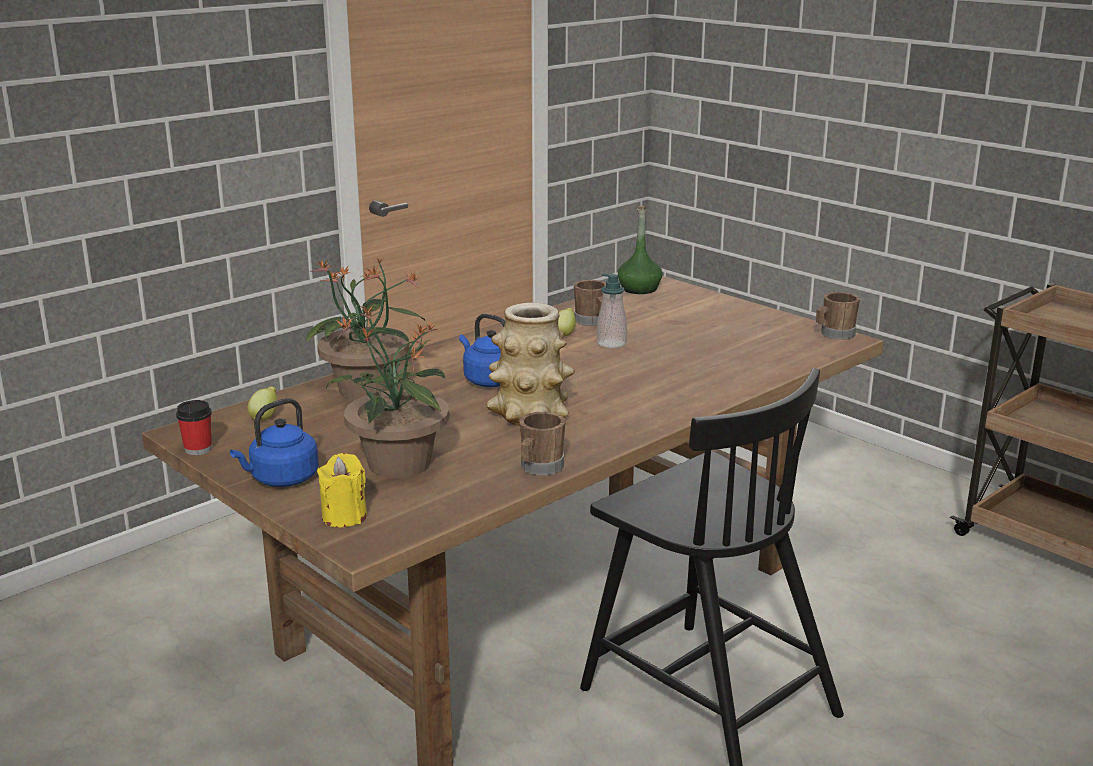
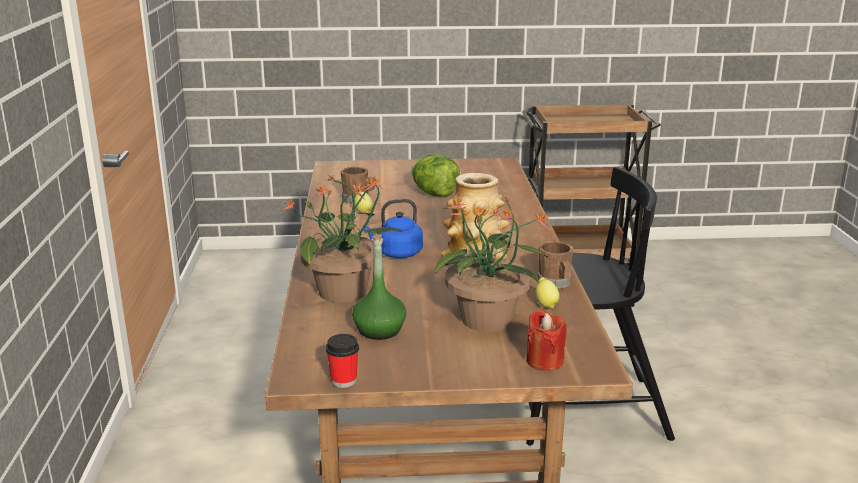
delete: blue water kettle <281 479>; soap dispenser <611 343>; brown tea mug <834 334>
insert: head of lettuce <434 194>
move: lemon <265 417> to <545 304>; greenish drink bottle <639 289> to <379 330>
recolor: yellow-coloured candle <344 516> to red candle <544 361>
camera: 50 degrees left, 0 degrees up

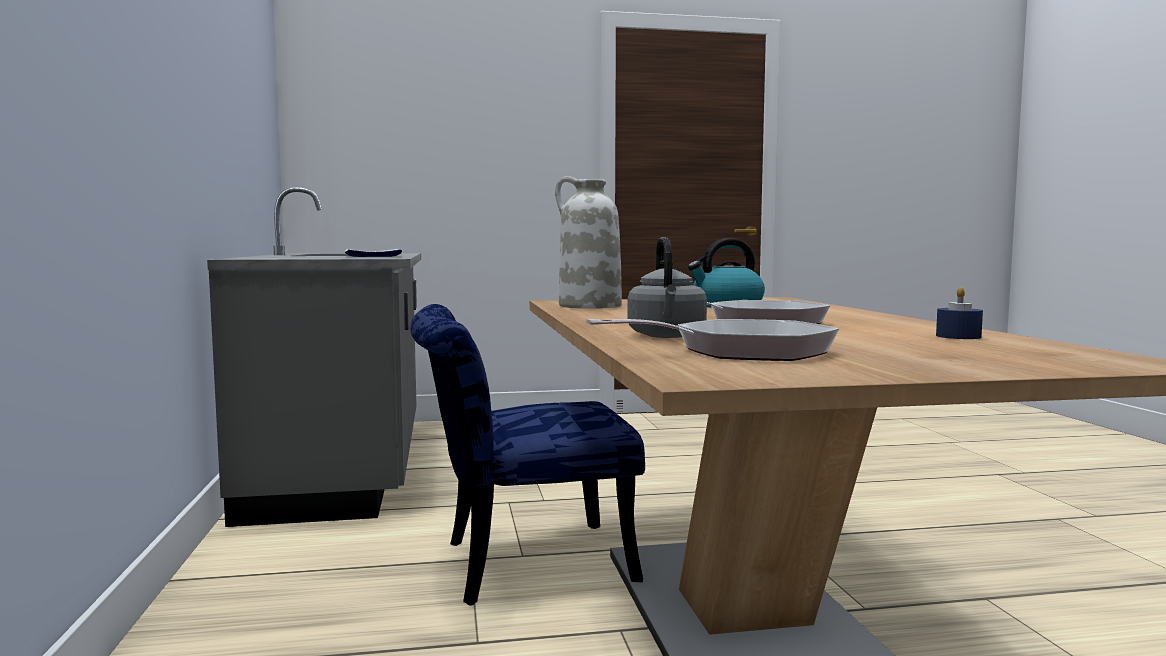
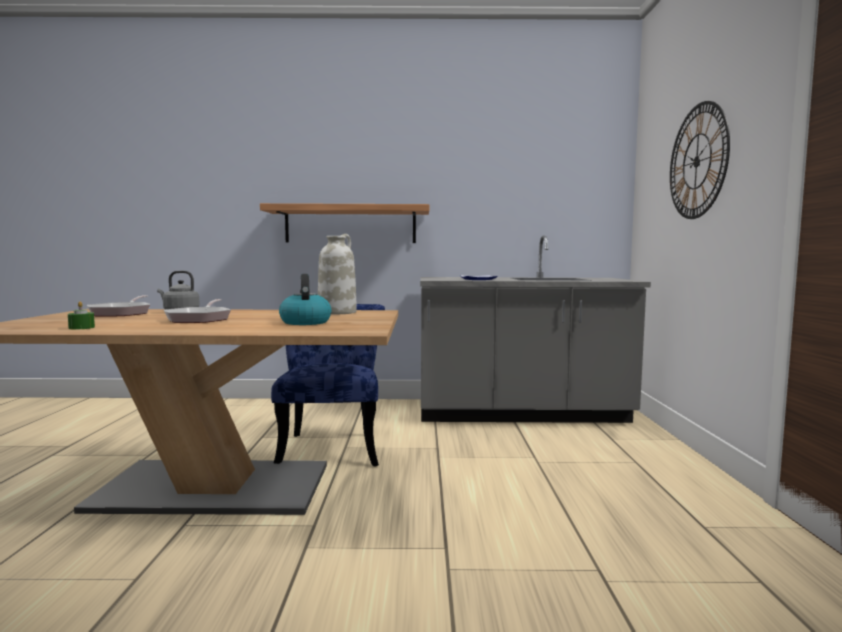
insert: shelf <350 225>; wall clock <697 161>
recolor: blue candle <958 336> to greenish candle <81 328>
camera: 100 degrees right, 0 degrees up

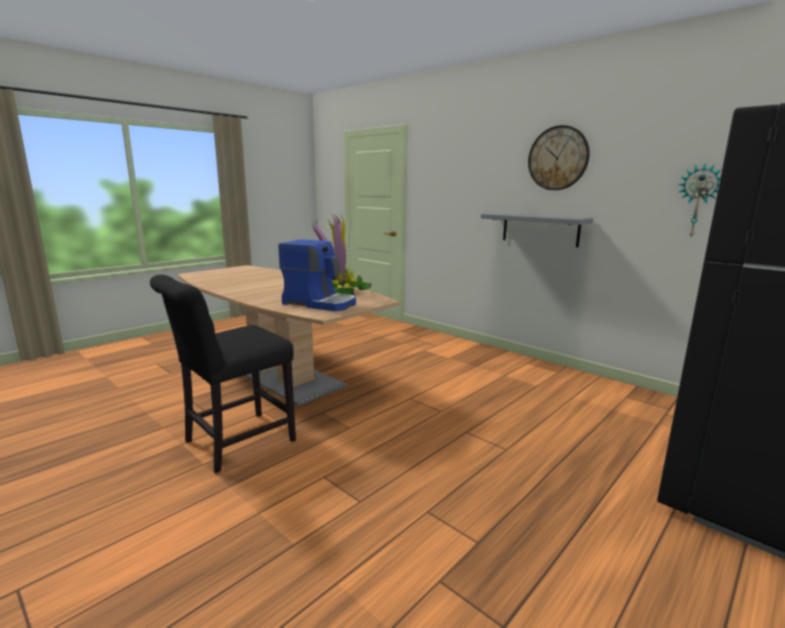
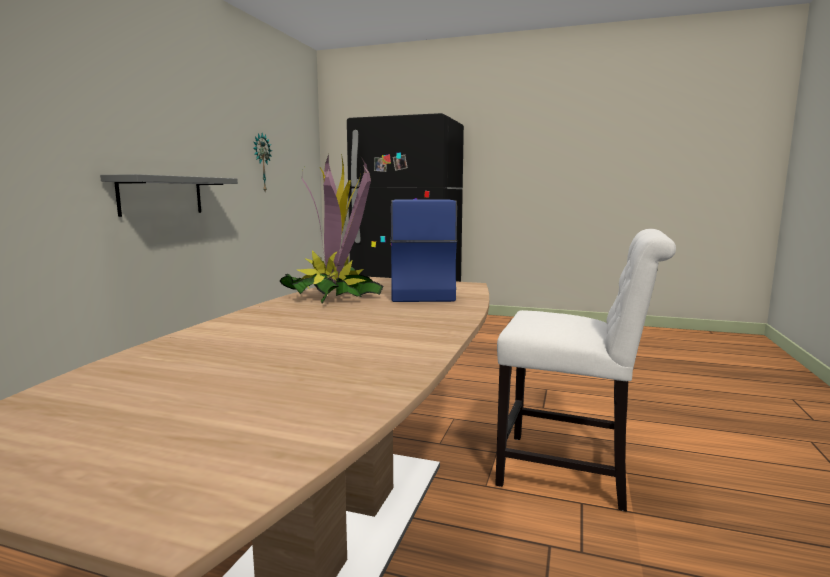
delete: wall clock <558 158>
recolor: black-coloured plain chair <234 443> to white plain chair <572 472>
camera: 115 degrees left, 5 degrees down

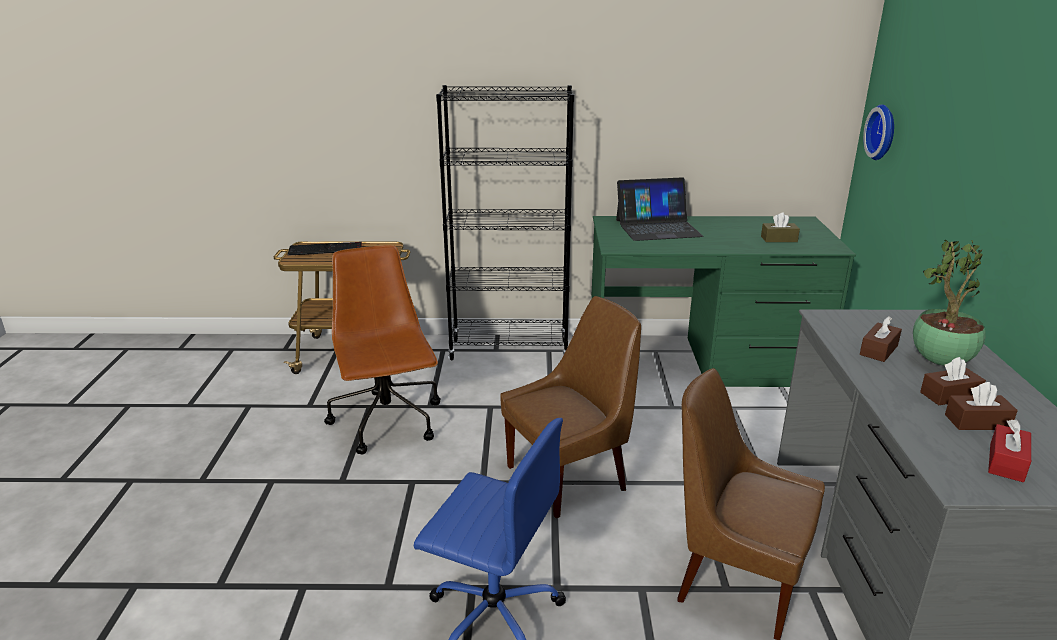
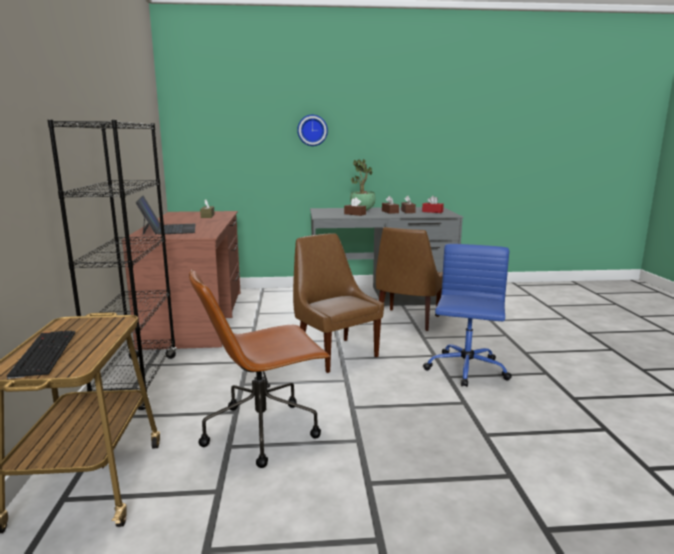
move: wall clock <883 132> to <312 130>
recolor: greenish desk <702 362> to brown desk <196 317>
camera: 95 degrees left, 10 degrees down

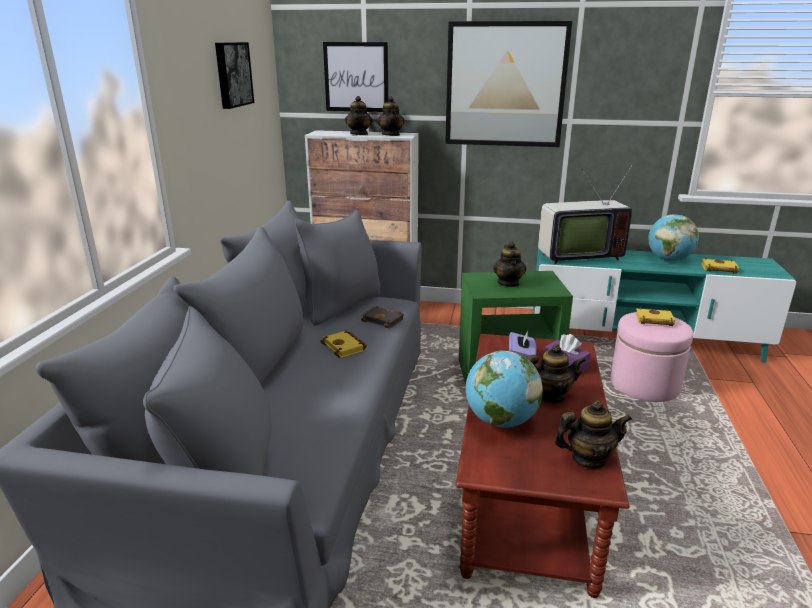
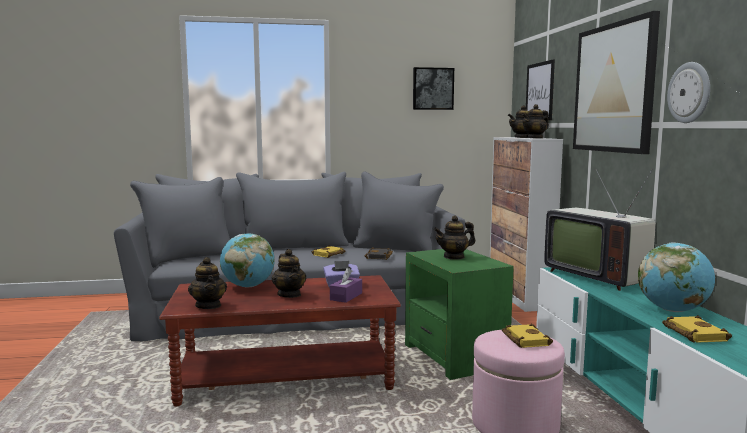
insert: wall clock <689 92>
camera: 70 degrees right, 15 degrees down

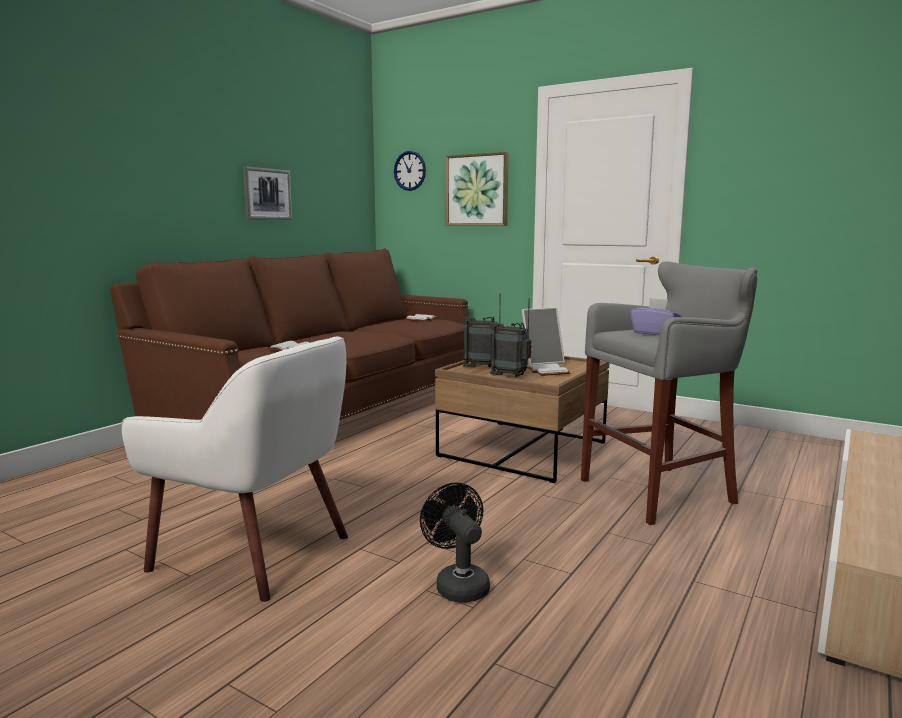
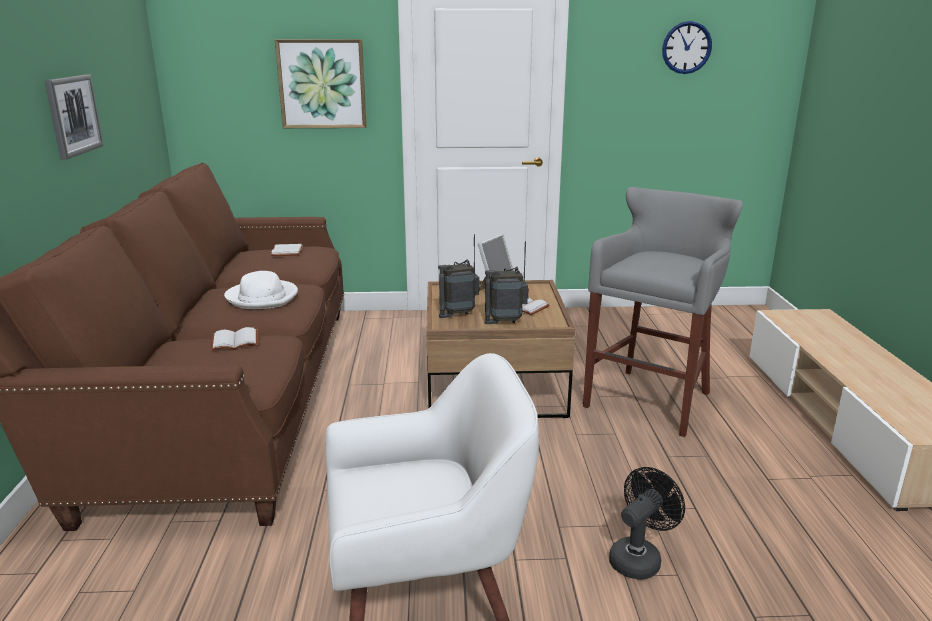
delete: purple box of tissues <654 333>
insert: white clothing hat <263 297>
move: wall clock <410 171> to <686 47>
rotate: black-coloured fan <458 584> = <639 558> 105 degrees clockwise
camera: 35 degrees left, 10 degrees up

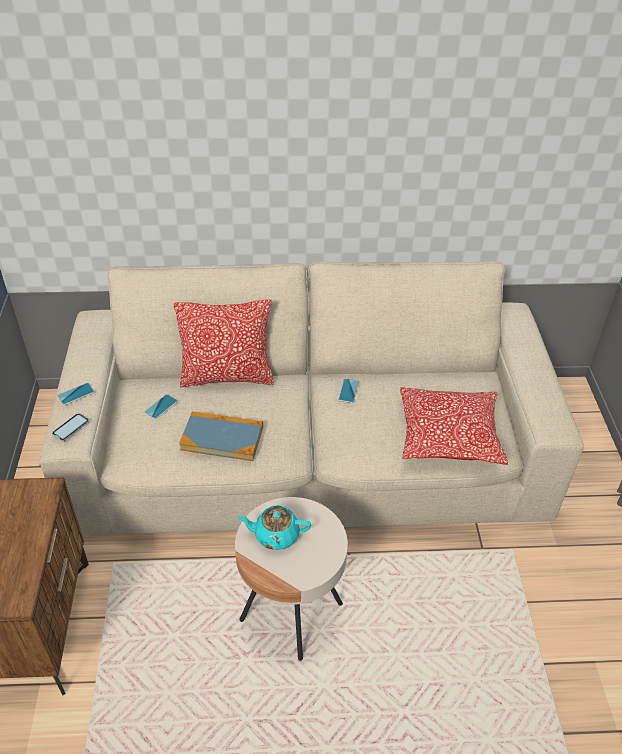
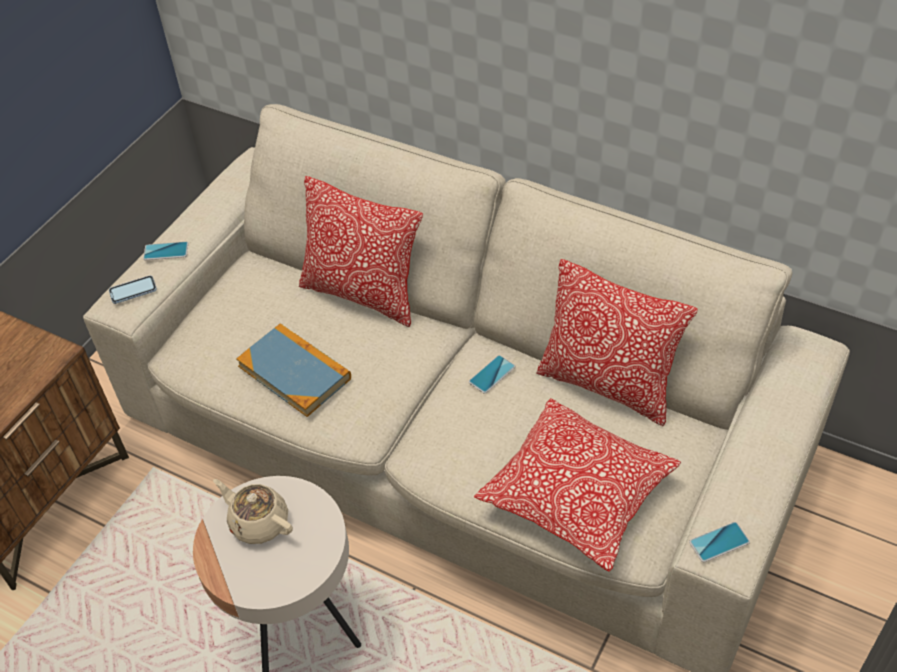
insert: cushion <607 385>
move: telephone <161 407> to <719 542>
recolor: turquoise pot for tea <275 535> to beige-coloured pot for tea <258 522>
camera: 35 degrees right, 5 degrees up

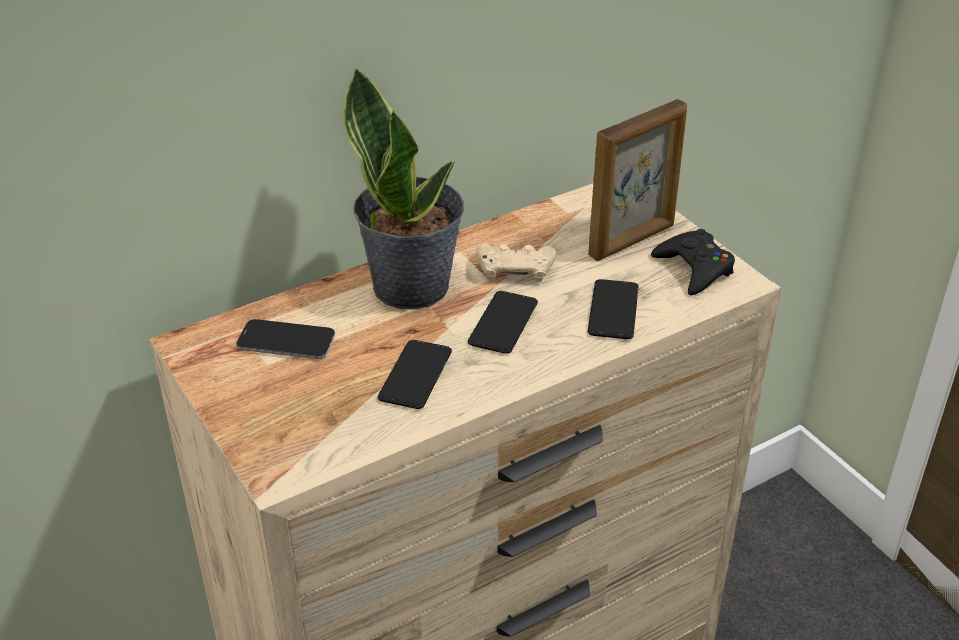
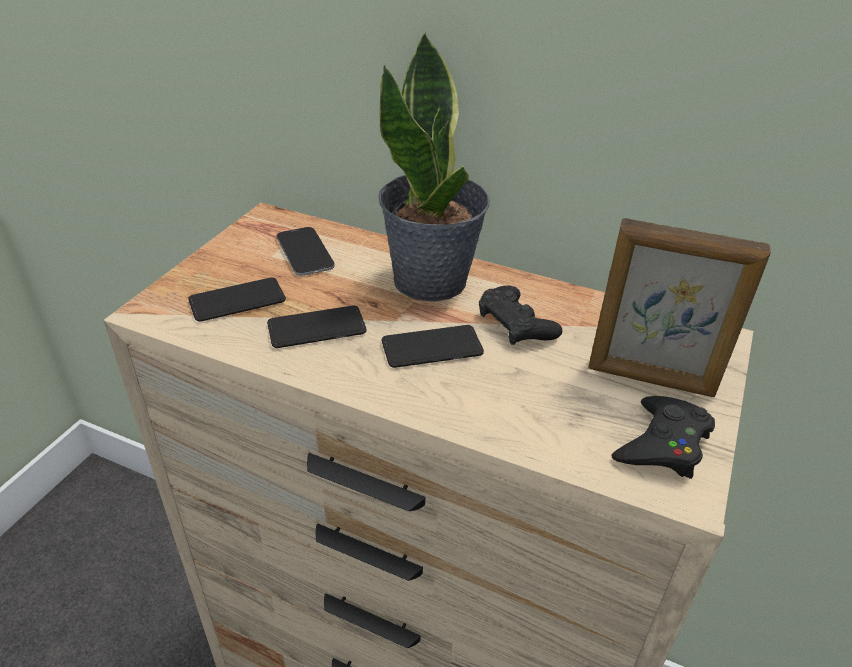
move: telephone <613 310> to <237 301>
recolor: beige-coloured gamepad <515 269> to black-coloured gamepad <516 324>
camera: 55 degrees right, 0 degrees up

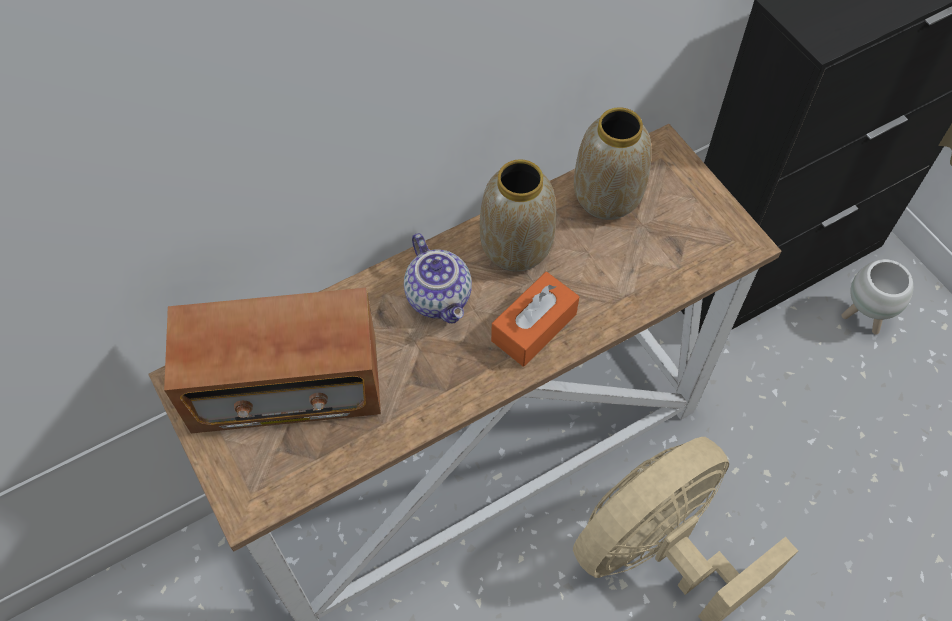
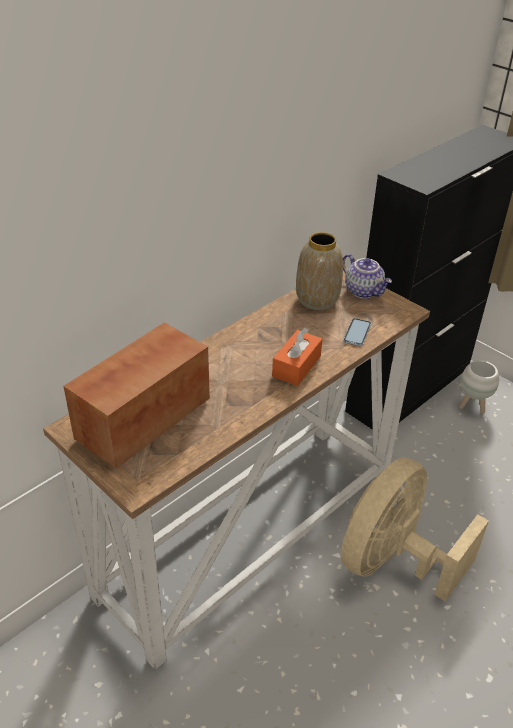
delete: decorative vase <517 247>
insert: telephone <357 332>
move: pot for tea <440 297> to <364 291>
rotate: radio receiver <286 386> = <143 420> 150 degrees clockwise
camera: 15 degrees left, 20 degrees down

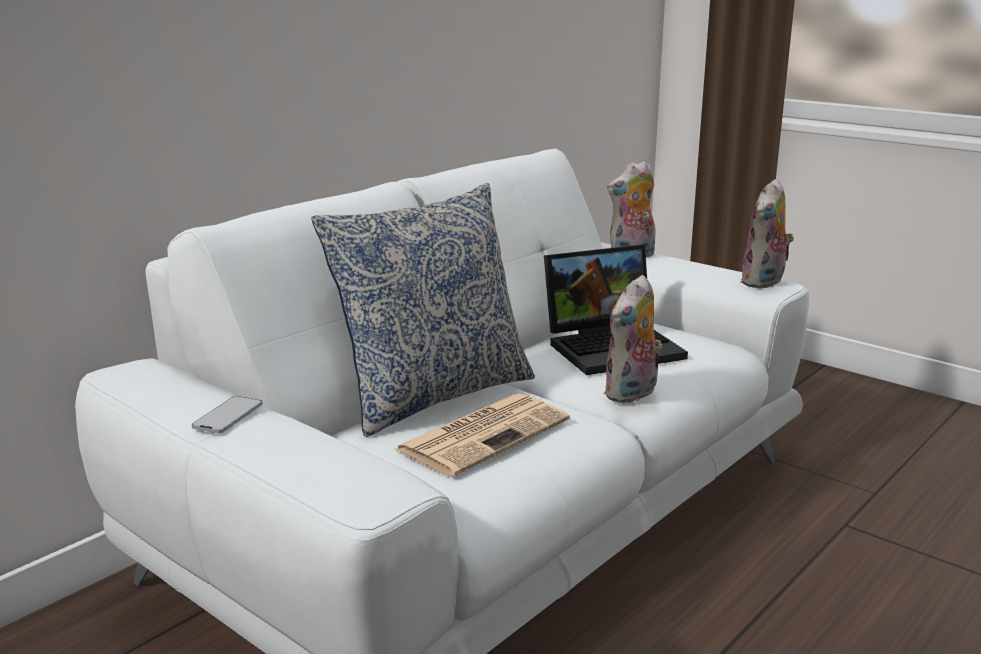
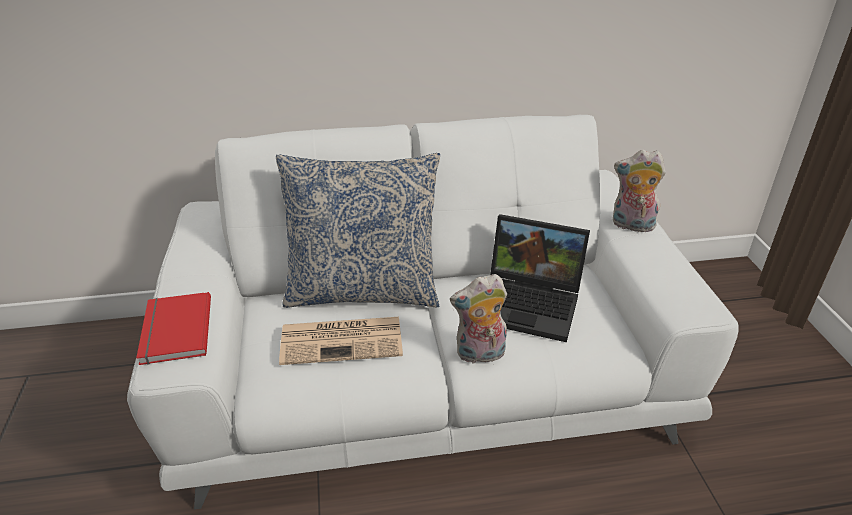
delete: telephone <228 416>; plush toy <764 282>
insert: red book <173 331>
camera: 40 degrees right, 15 degrees up

